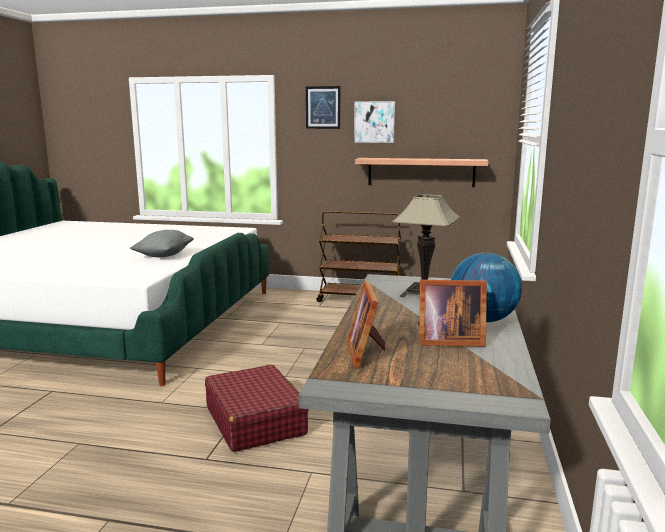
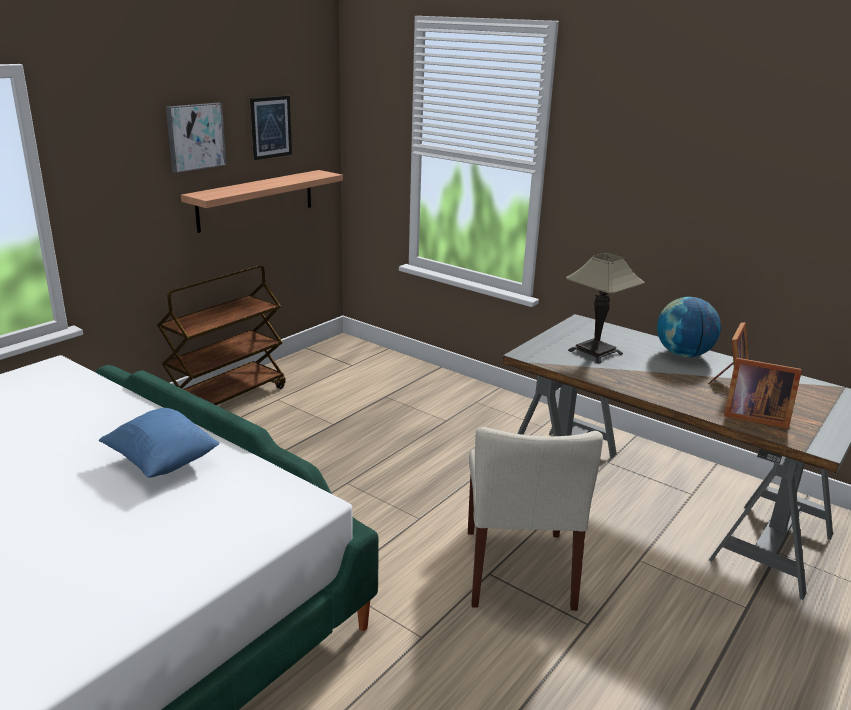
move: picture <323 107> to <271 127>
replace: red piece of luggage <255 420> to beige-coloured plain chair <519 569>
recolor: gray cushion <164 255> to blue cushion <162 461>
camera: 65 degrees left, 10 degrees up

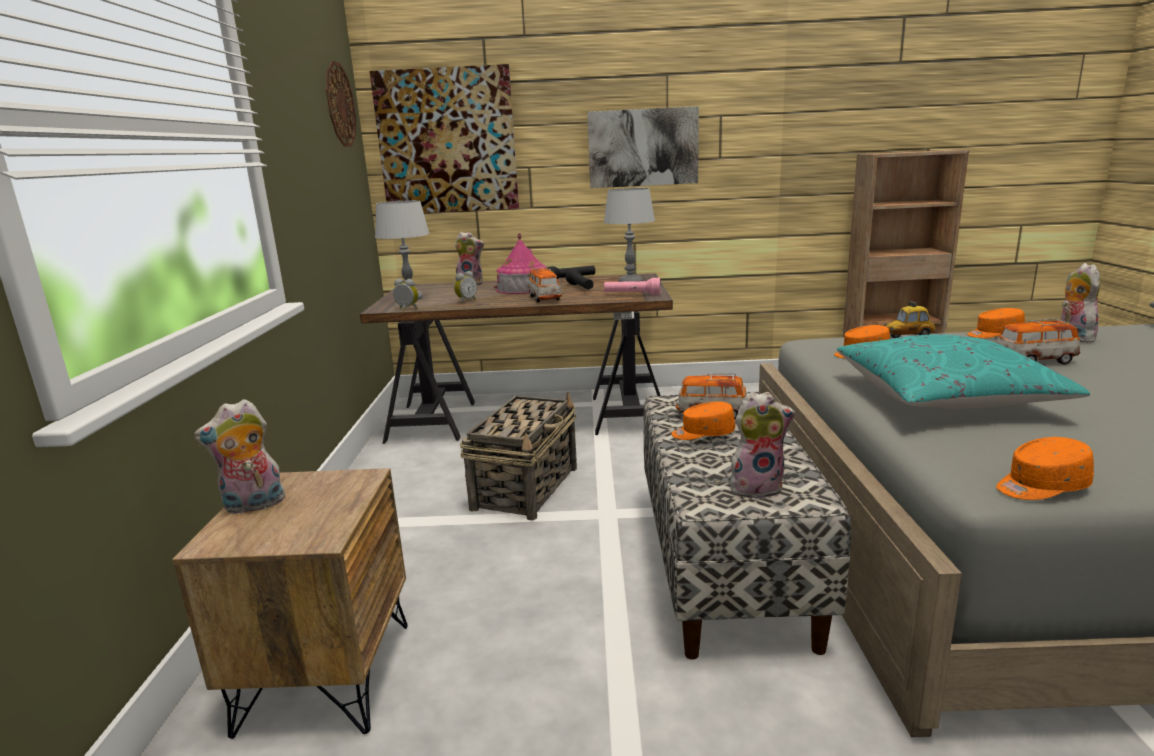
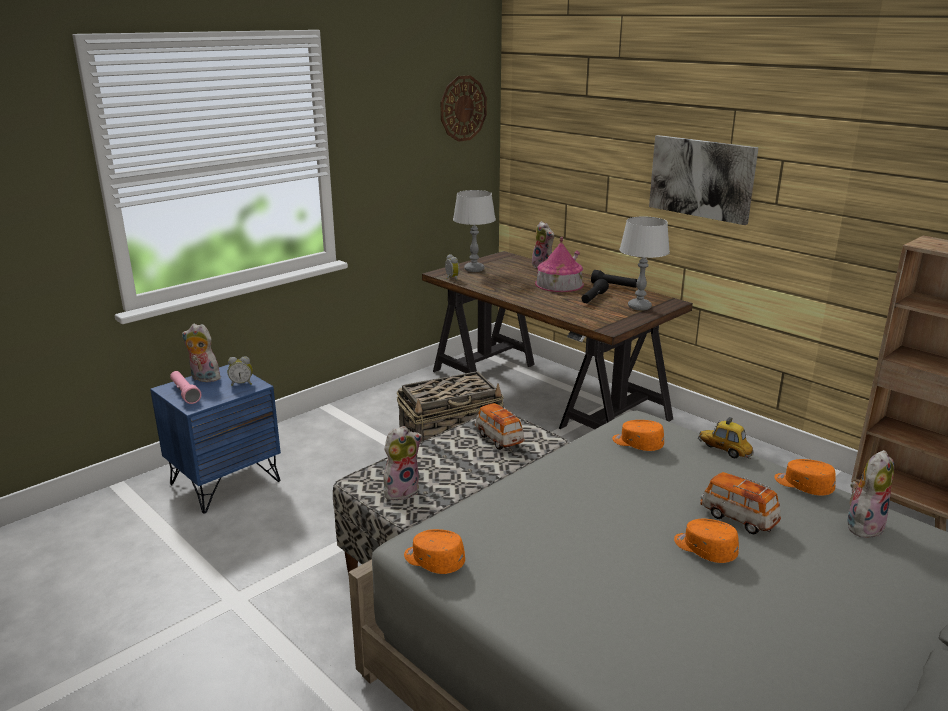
delete: picture <447 141>; model car <545 298>; turquoise cushion <944 398>
move: table clock <465 301> to <242 383>; pink flashlight <632 294> to <185 393>; orange baseball cap <702 434> to <704 549>
recolor: brown night table <325 676> to blue night table <225 482>
rotate: plush toy <757 487> = <401 490> 75 degrees counterclockwise
camera: 45 degrees right, 5 degrees up

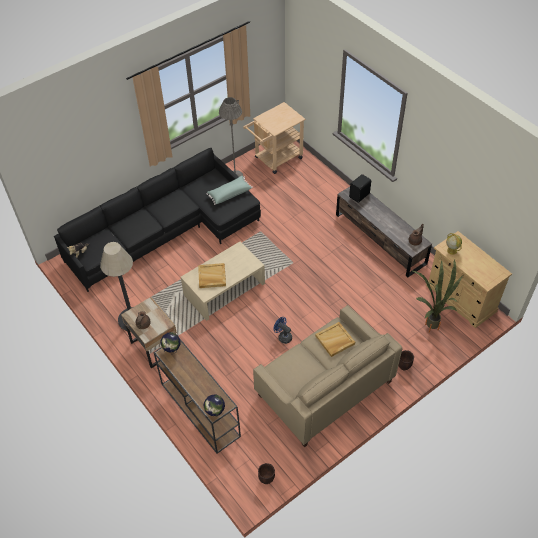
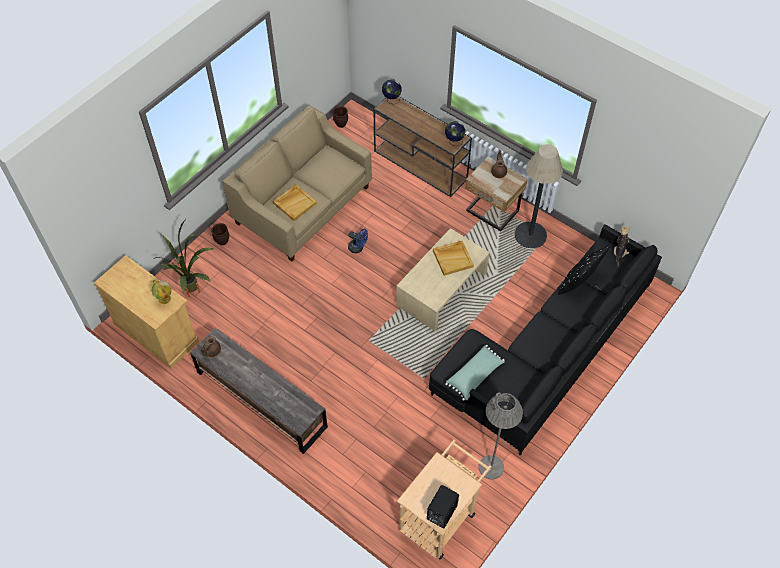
insert: black-coloured cushion <579 282>
move: black-coloured speaker <360 195> to <440 512>
camera: 165 degrees right, 5 degrees up

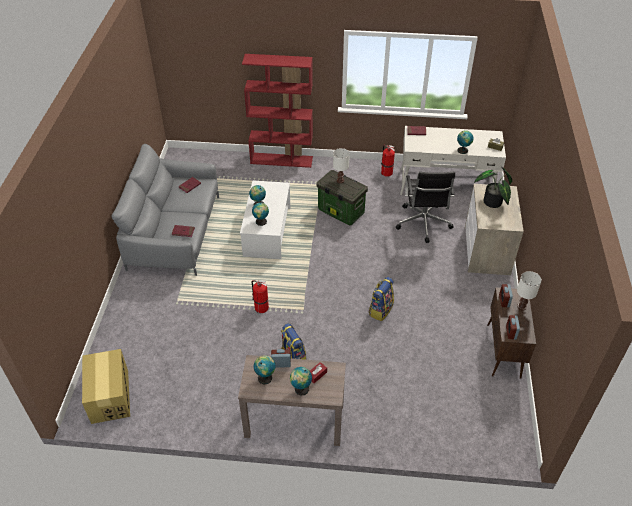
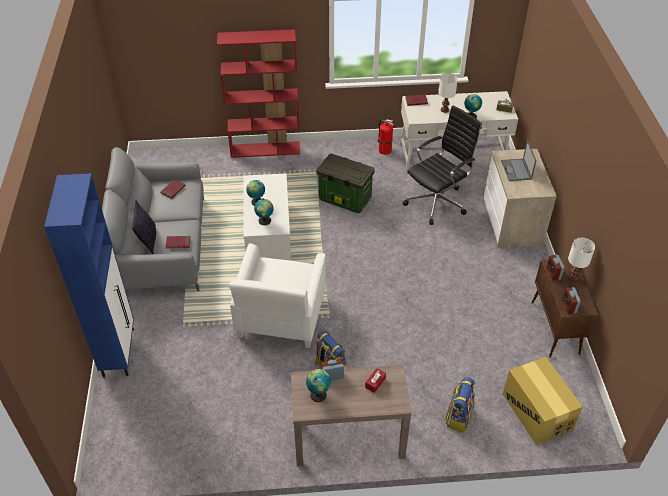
delete: globe <300 389>
insert: blue storage cabinet <119 351>; cushion <148 240>
move: packing box <110 396> to <537 412>; white tabletop lamp <340 181> to <444 110>; rucksack <380 310> to <458 416>
replace: fire-fighting cylinder <260 307> to white lounge chair <280 317>; potted plant <492 203> to laptop <516 170>
rotate: black-coloured computer chair <423 224> = <437 202> 120 degrees counterclockwise
camera: 10 degrees left, 0 degrees up

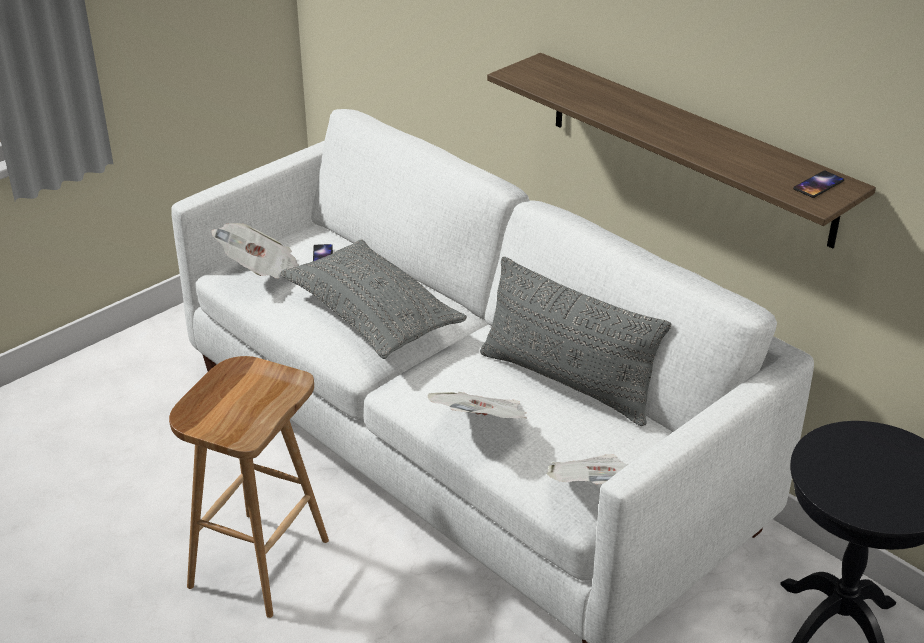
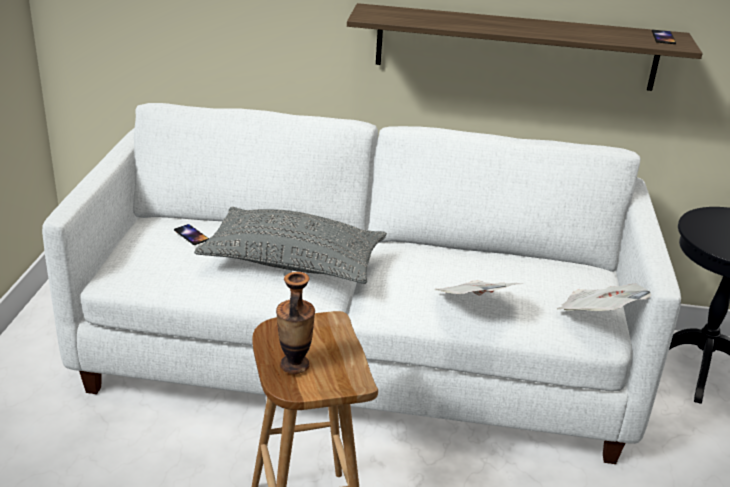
delete: newspaper <262 272>; gray cushion <567 382>
insert: decorative vase <294 365>
camera: 40 degrees left, 5 degrees down

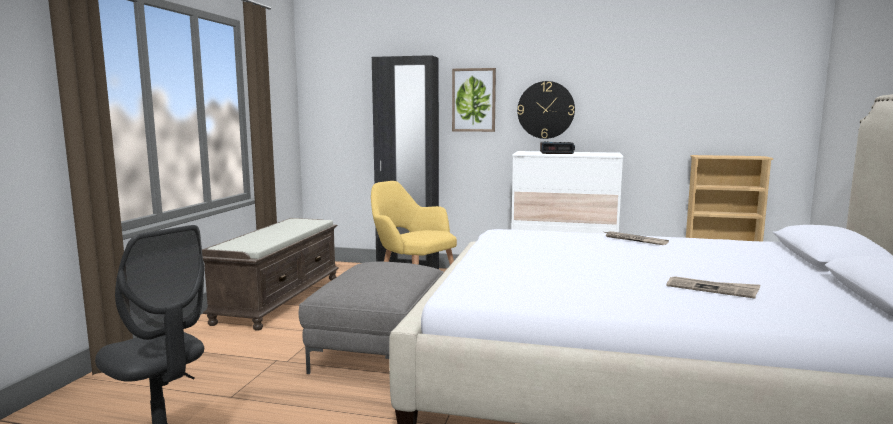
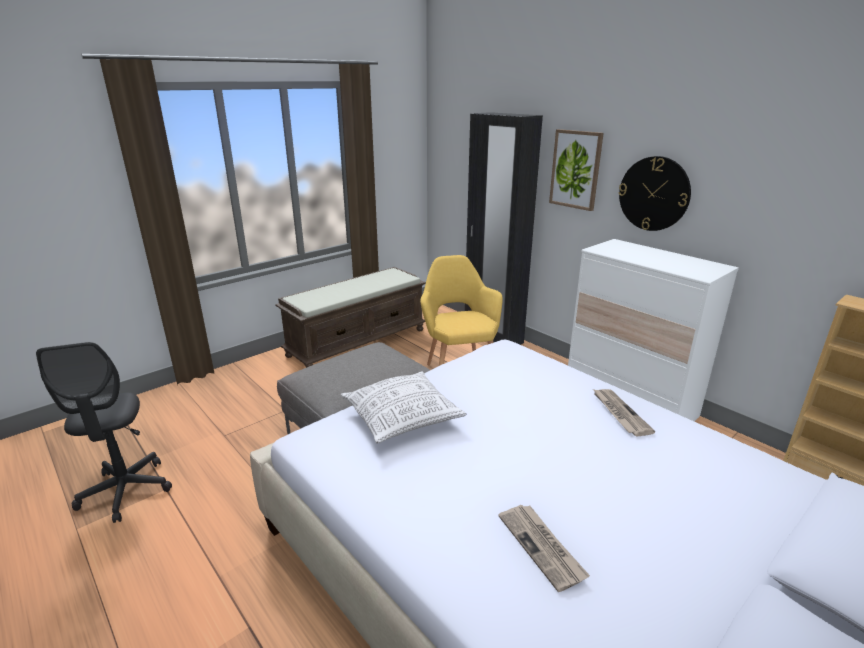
delete: table clock <556 152>
insert: cushion <401 418>
camera: 35 degrees right, 15 degrees up

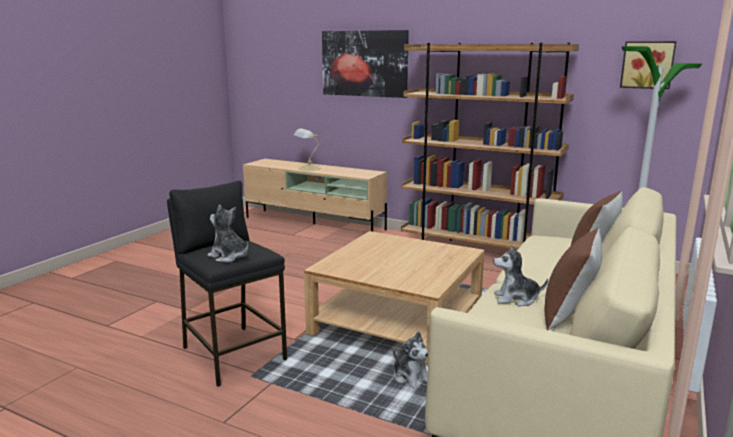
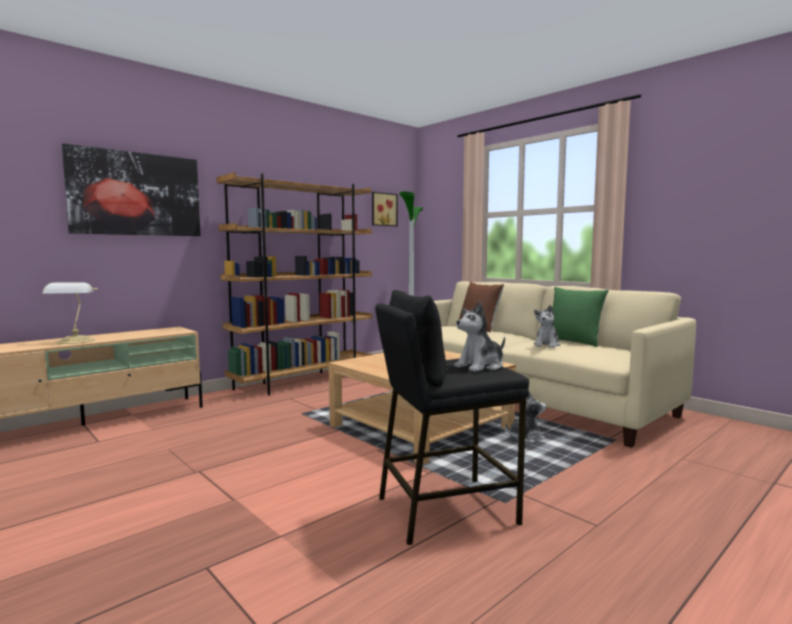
recolor: brown cushion <569 315> to greenish cushion <573 342>
camera: 70 degrees left, 10 degrees down

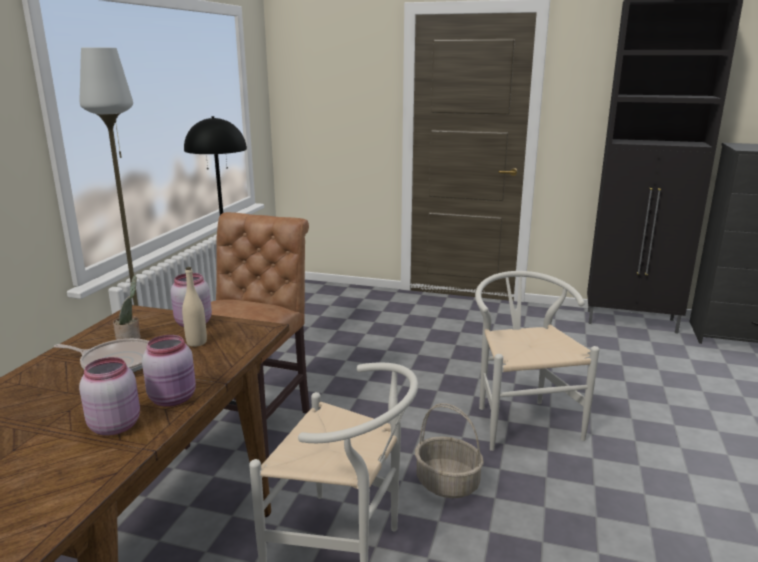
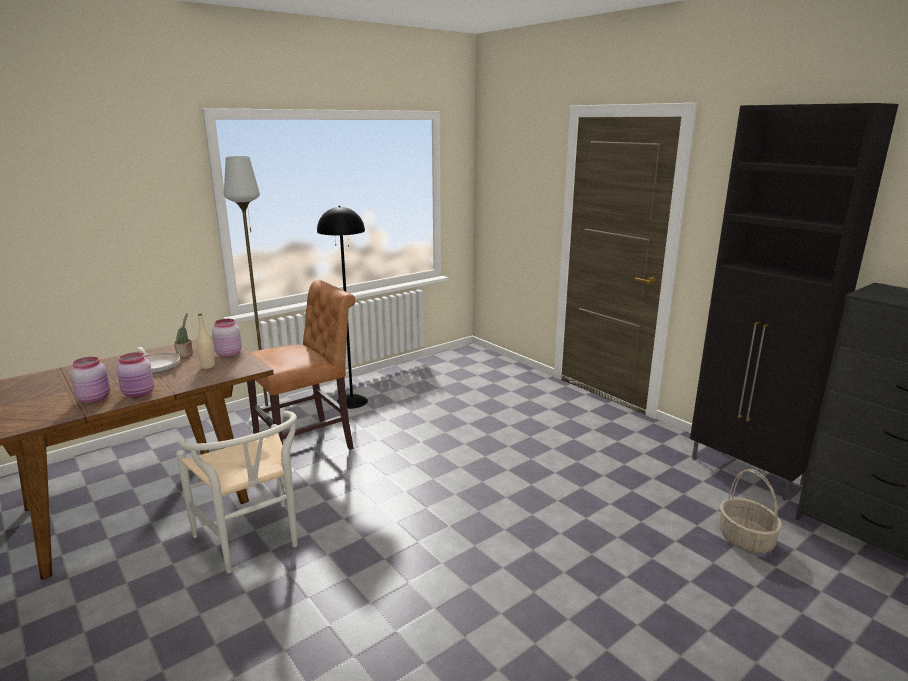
delete: white plain chair <521 420>
move: household basket <448 483> to <746 539>
camera: 35 degrees right, 0 degrees up

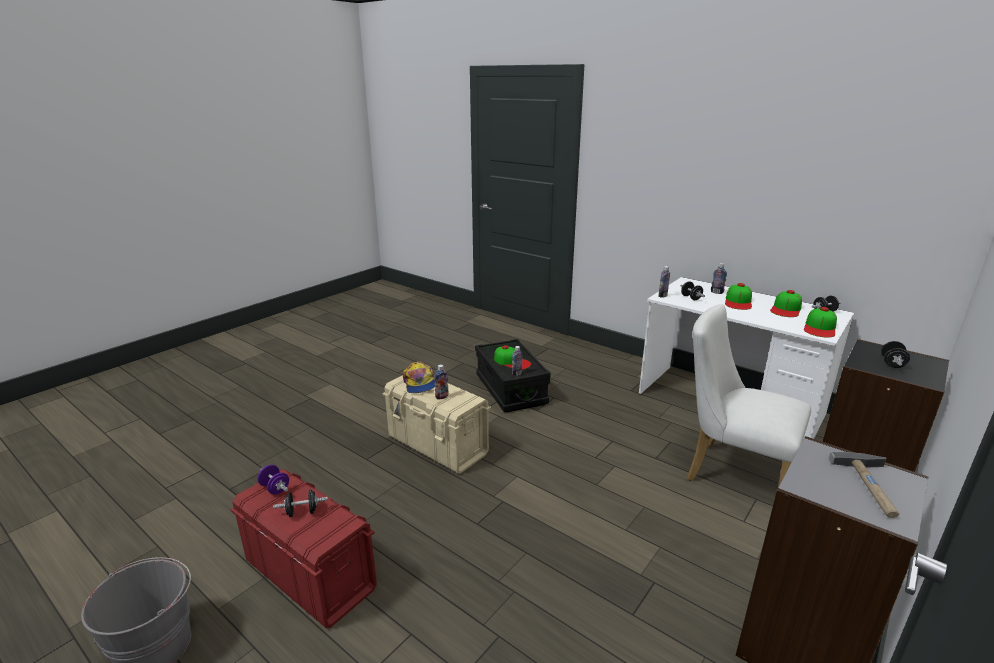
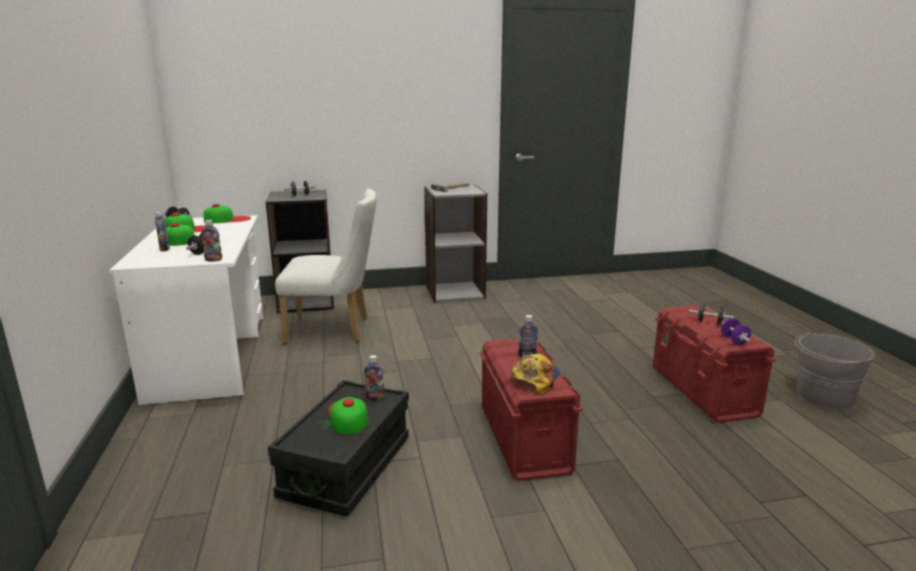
recolor: beige-coloured storage bin <437 445> to red storage bin <524 439>
rotate: white plain chair <731 472> = <335 330> 75 degrees counterclockwise
camera: 140 degrees left, 5 degrees down

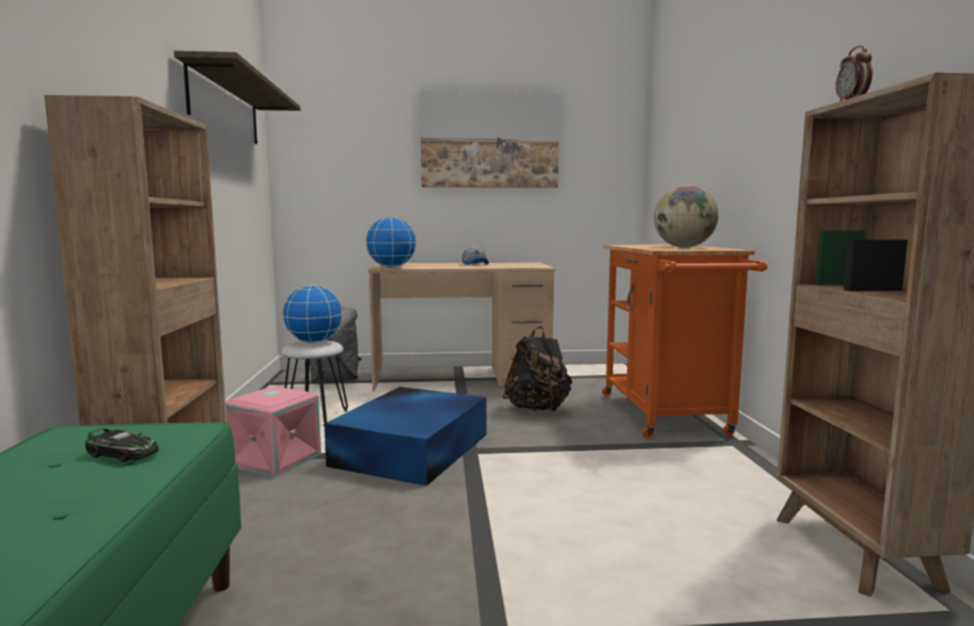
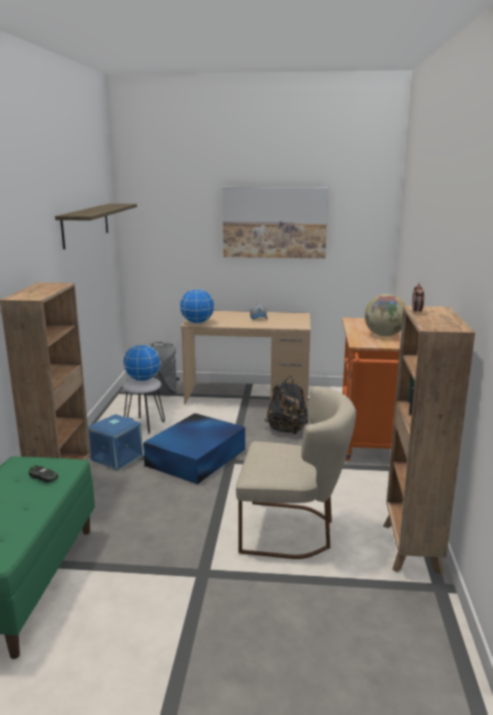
insert: beige-coloured plain chair <292 531>
recolor: pink storage bin <274 459> to blue storage bin <116 457>
camera: 10 degrees right, 10 degrees up

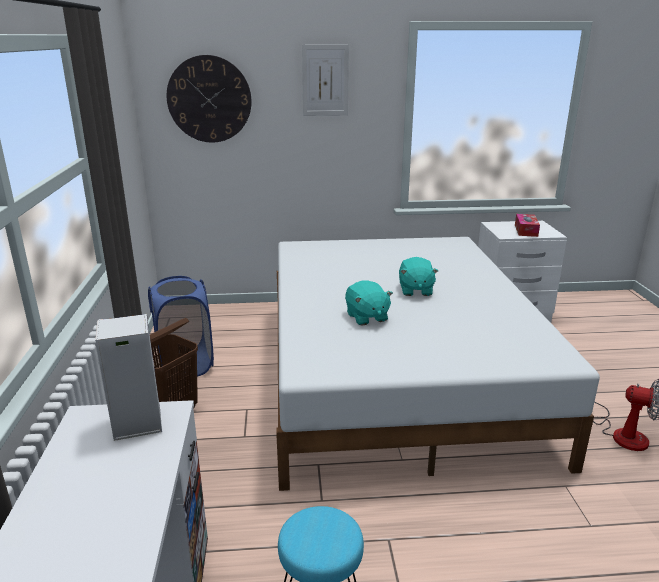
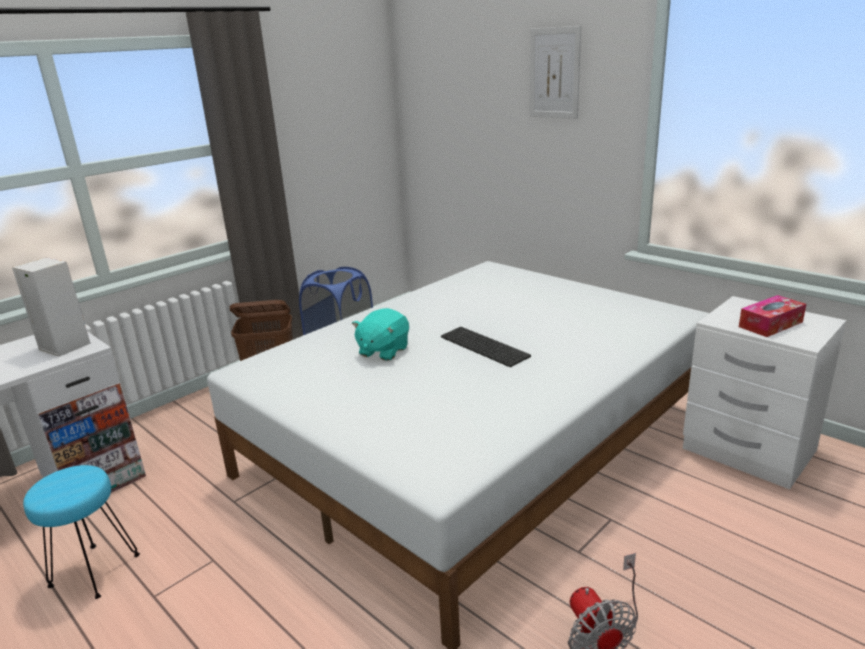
delete: wall clock <209 99>
replace: turquoise plush toy <415 290> to computer keyboard <486 346>
camera: 50 degrees right, 0 degrees up

